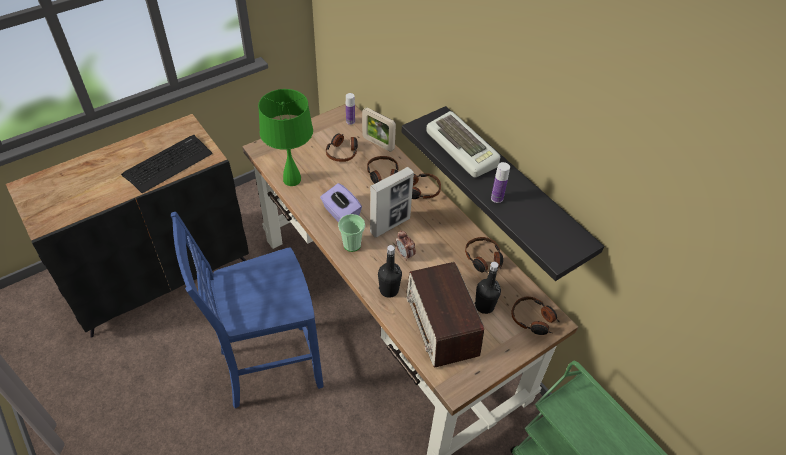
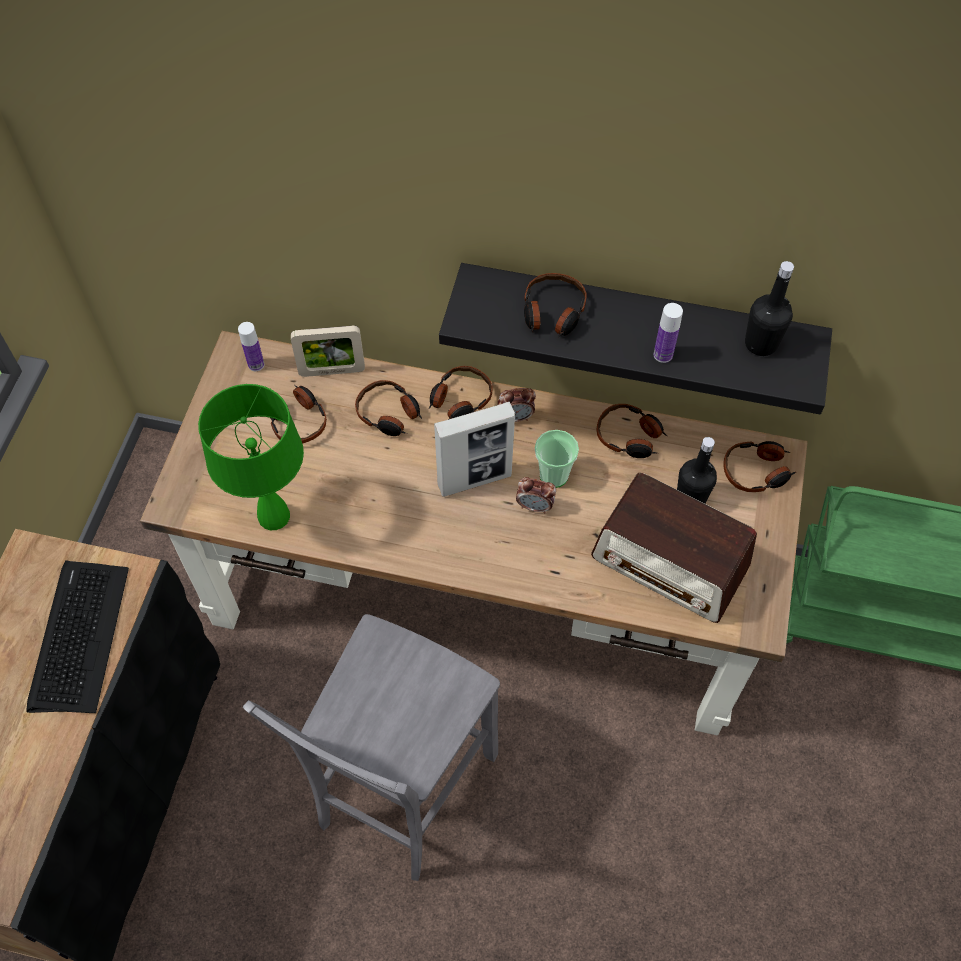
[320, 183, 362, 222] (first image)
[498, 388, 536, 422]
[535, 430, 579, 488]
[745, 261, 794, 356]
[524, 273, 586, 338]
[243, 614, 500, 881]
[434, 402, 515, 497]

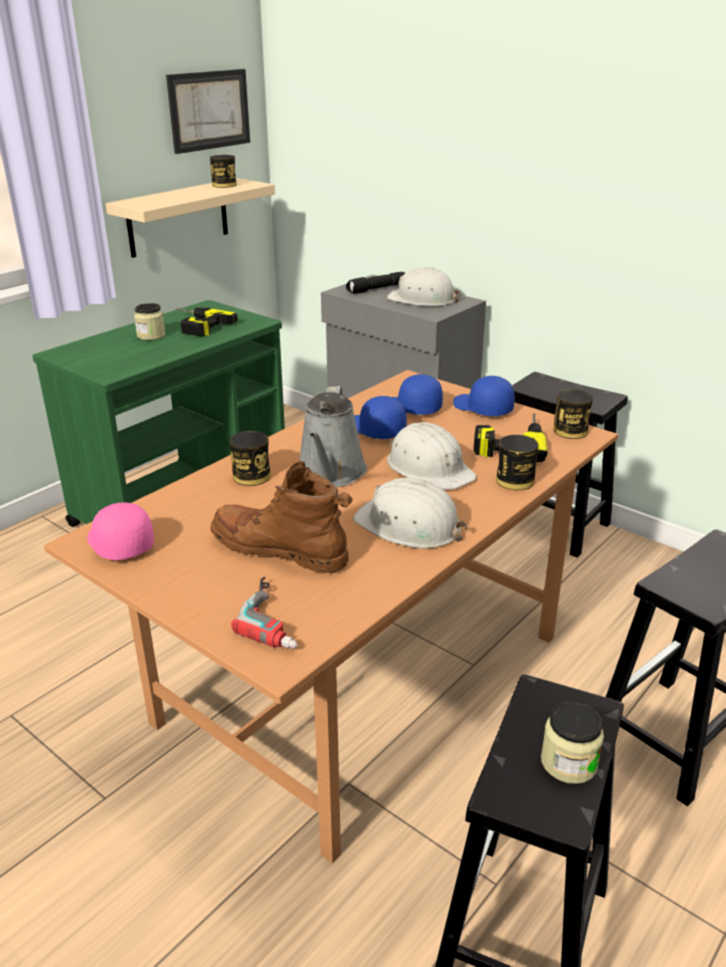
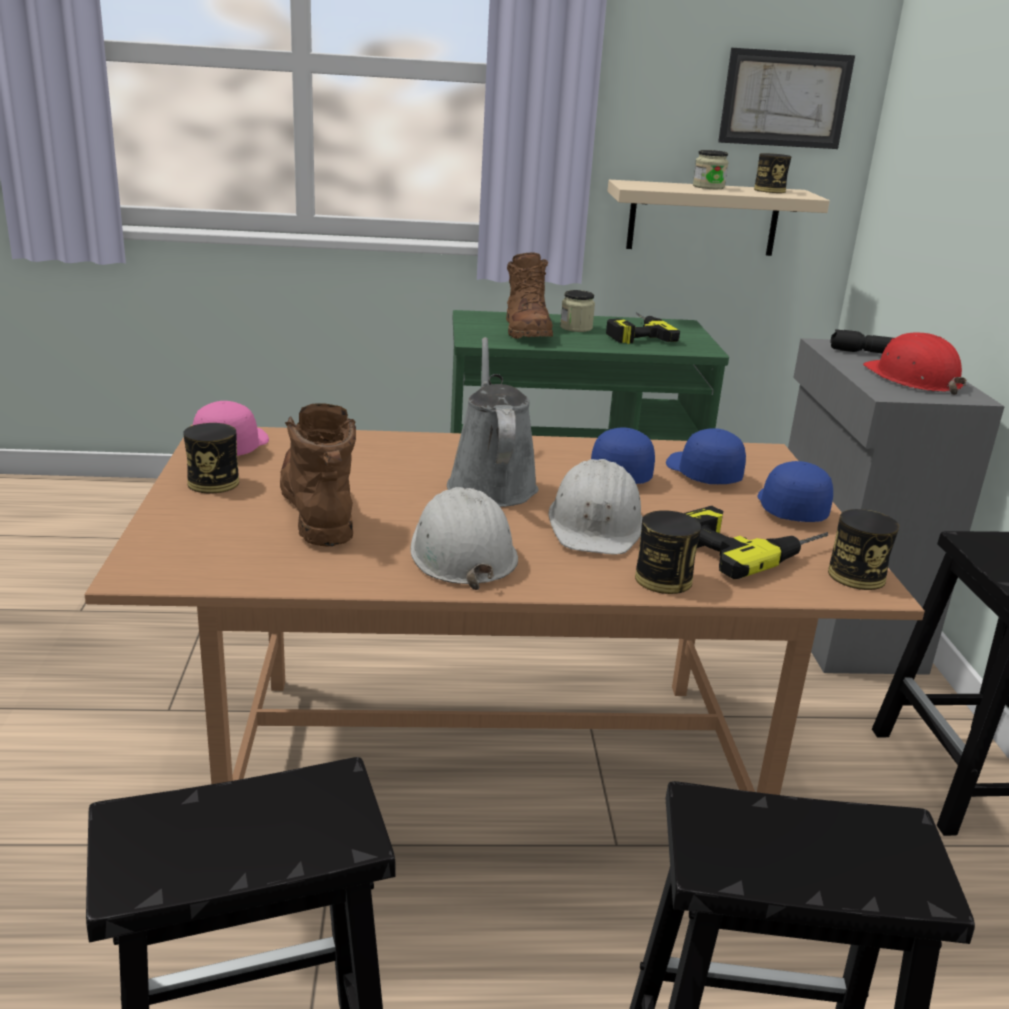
[231, 577, 298, 649] (first image)
[506, 252, 553, 339]
[183, 423, 239, 493]
[693, 150, 728, 189]
[863, 332, 967, 395]
[447, 337, 538, 507]

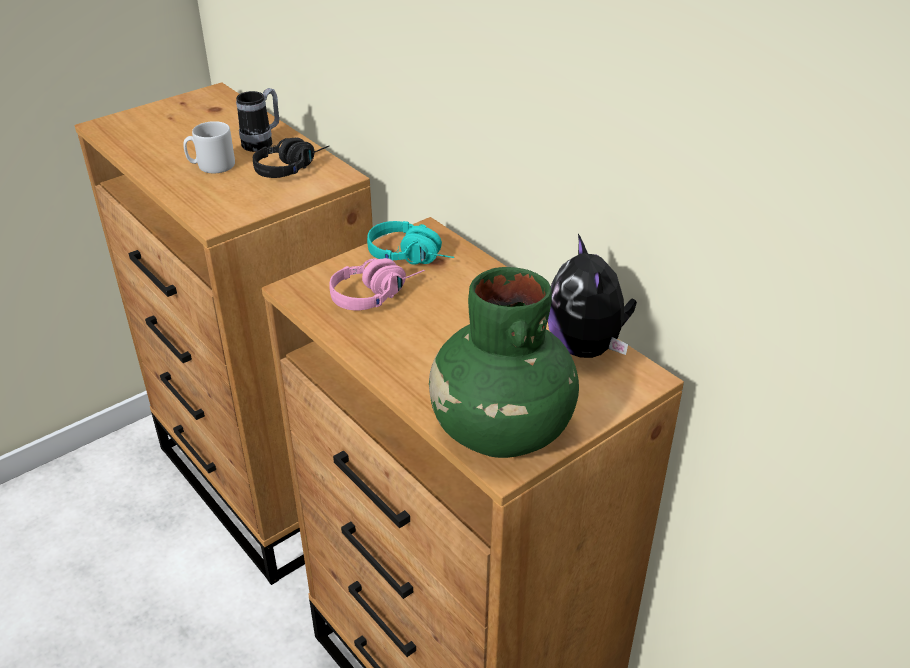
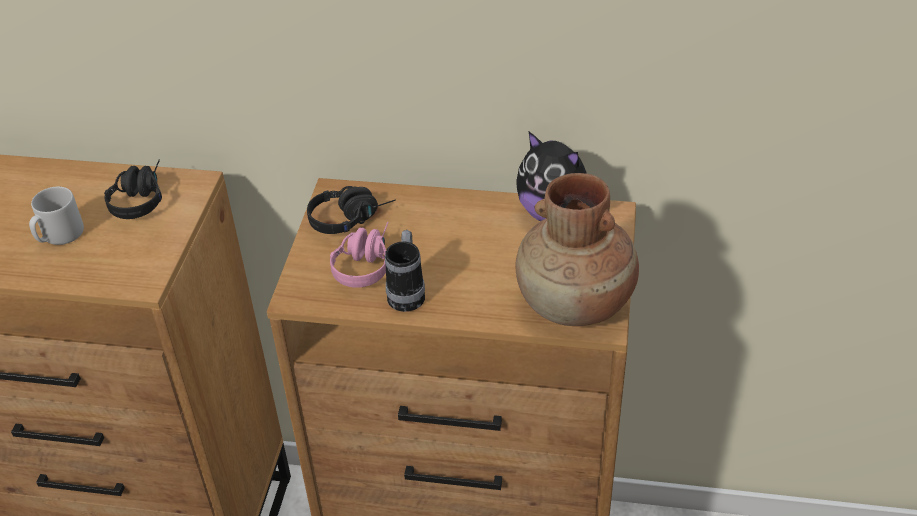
[385, 230, 425, 312]
[307, 186, 396, 234]
[515, 173, 639, 326]

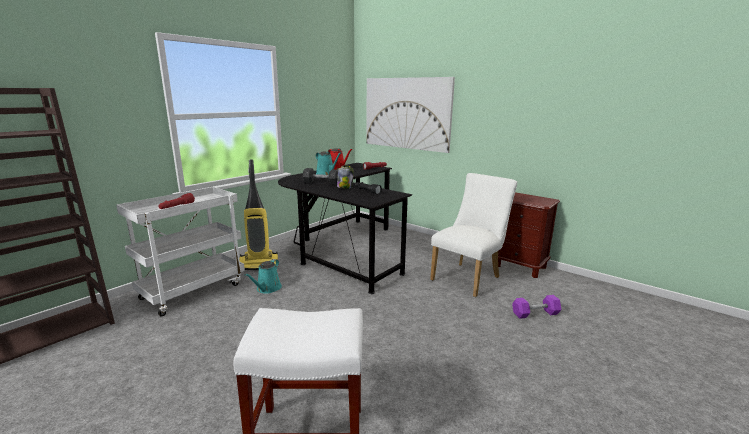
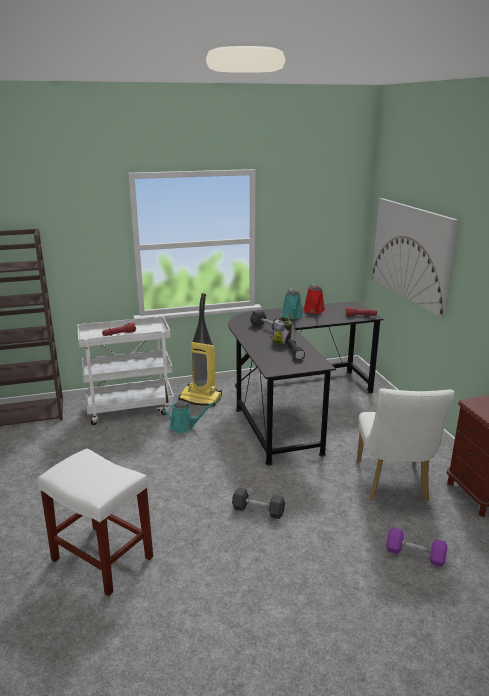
[232, 487, 285, 519]
[163, 401, 215, 433]
[357, 388, 455, 501]

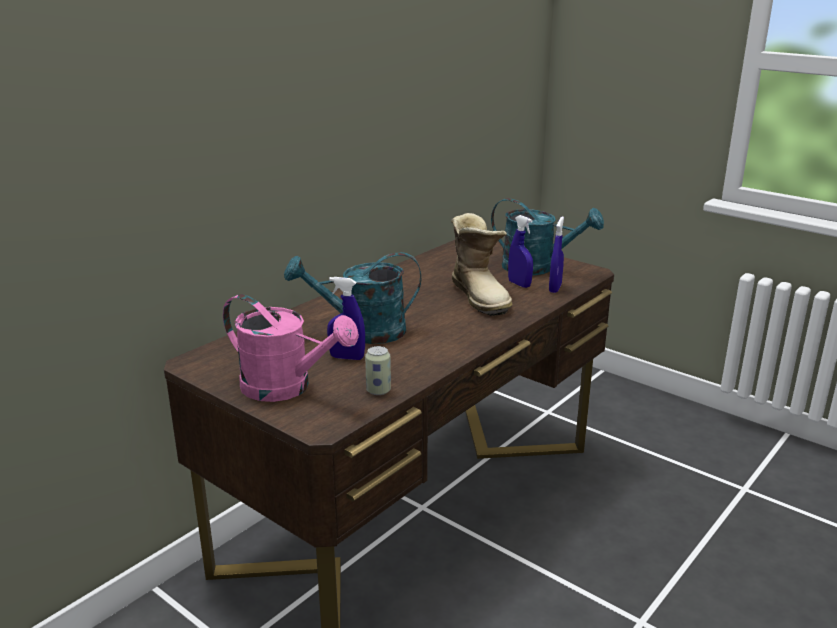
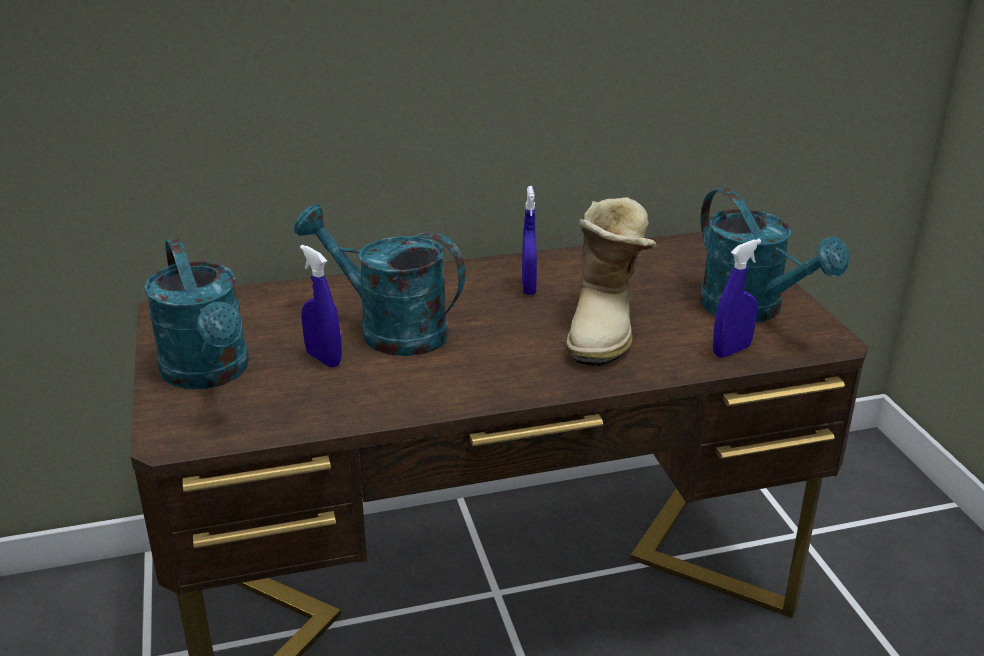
[365, 346, 391, 395] (first image)
[522, 186, 537, 295]
[144, 238, 249, 389]

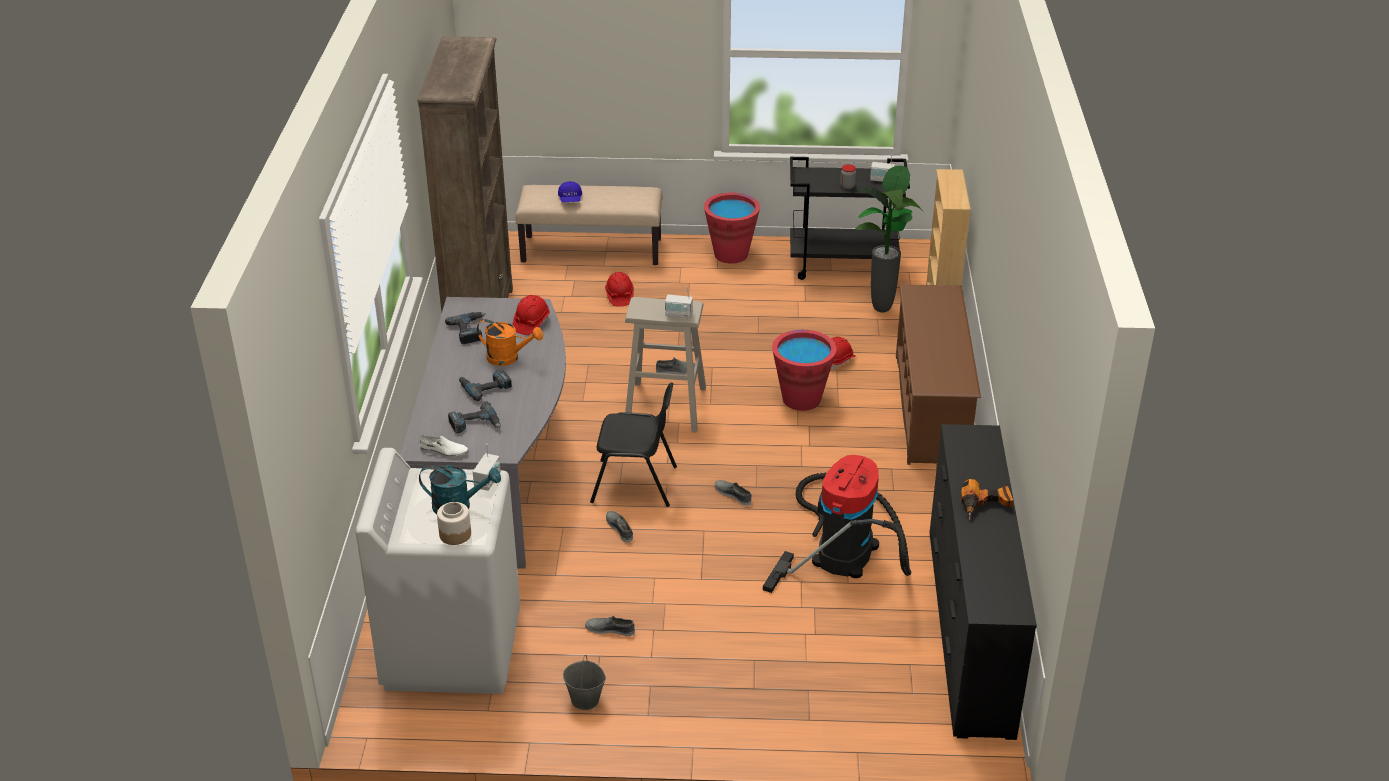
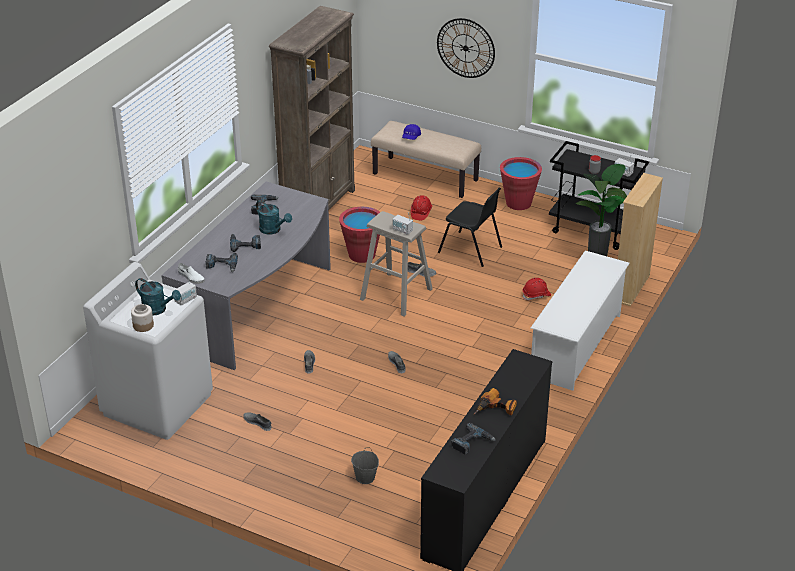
[512, 295, 550, 335] (first image)
[763, 455, 911, 593] (first image)
[437, 18, 495, 78]
[451, 423, 496, 455]
[351, 447, 379, 484]
[438, 188, 502, 267]
[339, 207, 380, 263]
[256, 200, 292, 235]
[531, 250, 630, 391]

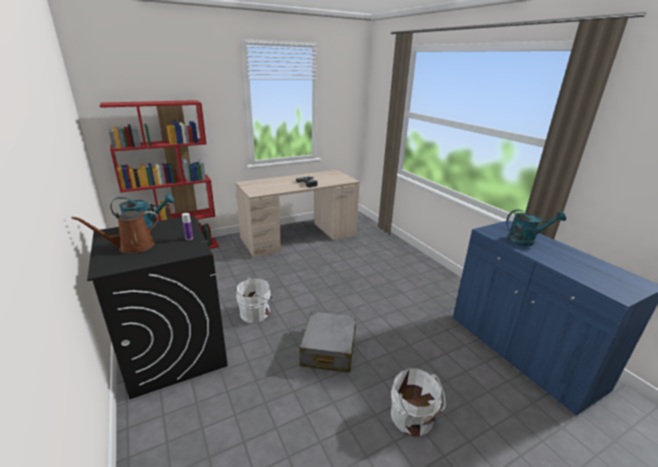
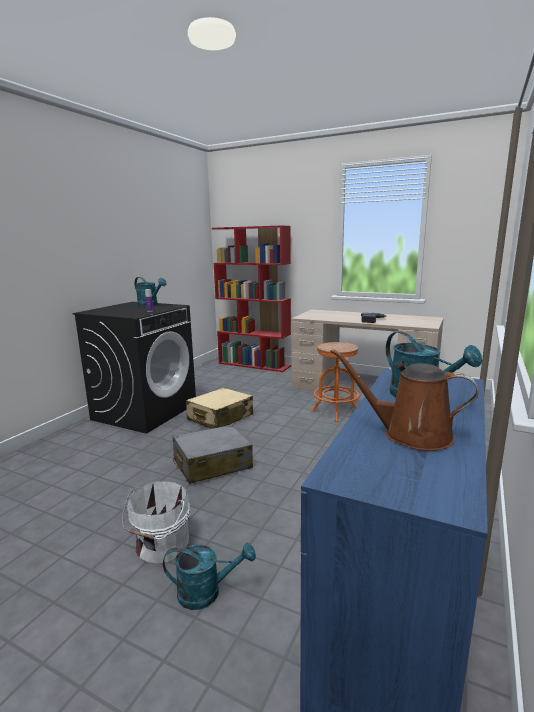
[163, 543, 256, 610]
[311, 342, 359, 422]
[330, 349, 479, 451]
[186, 388, 253, 429]

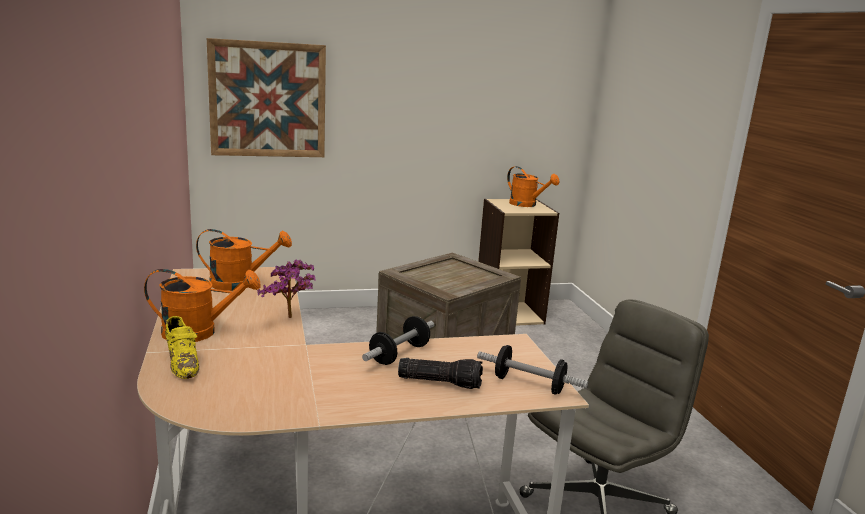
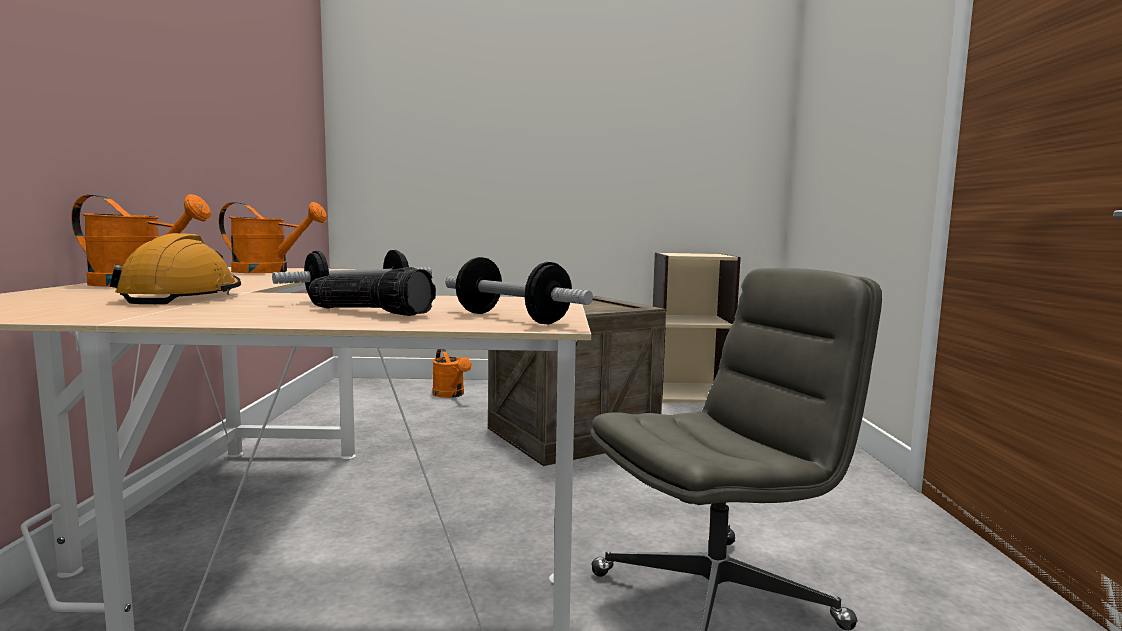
[165, 316, 199, 379] (first image)
[207, 38, 326, 157] (first image)
[257, 260, 316, 318] (first image)
[110, 233, 241, 304]
[432, 349, 472, 398]

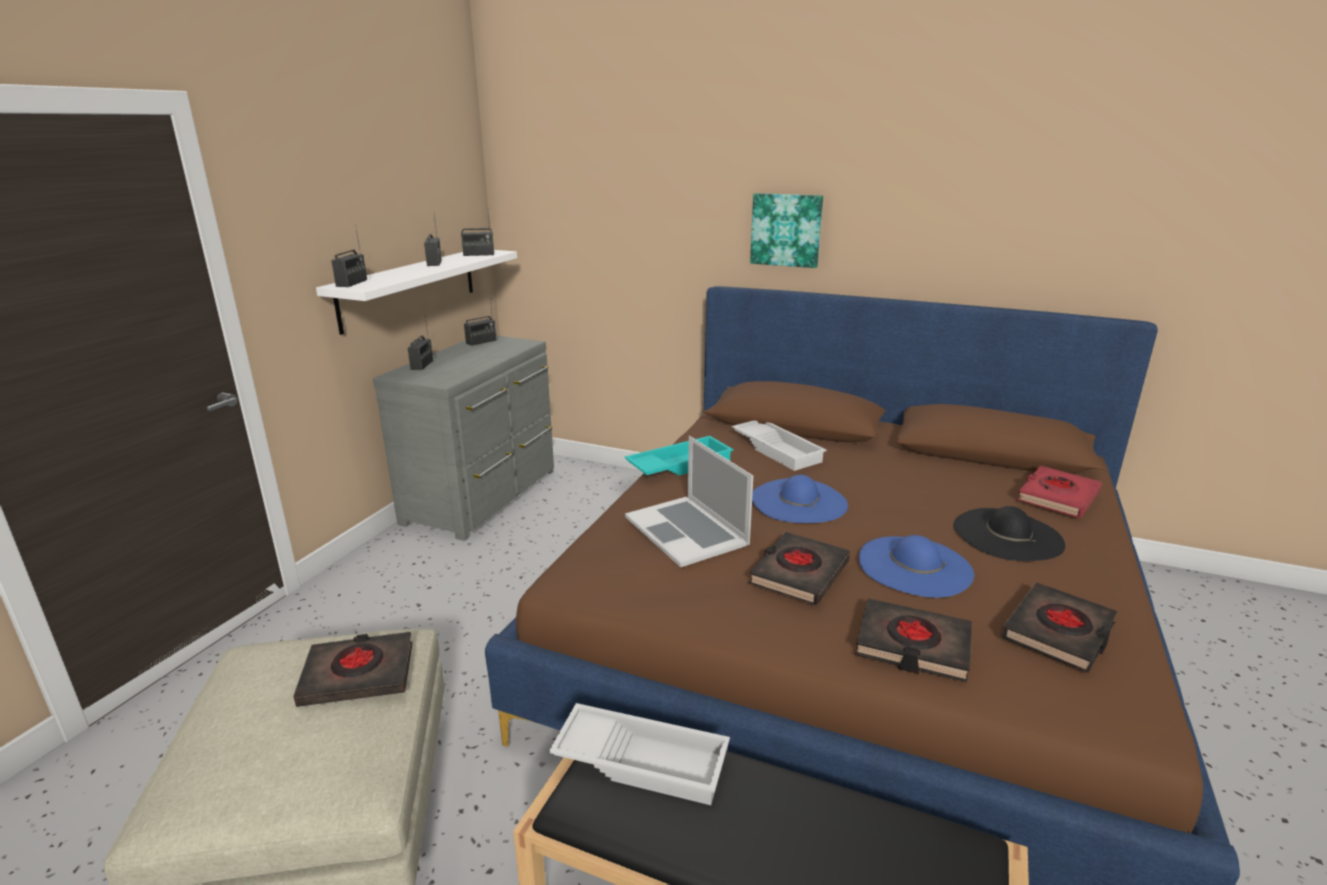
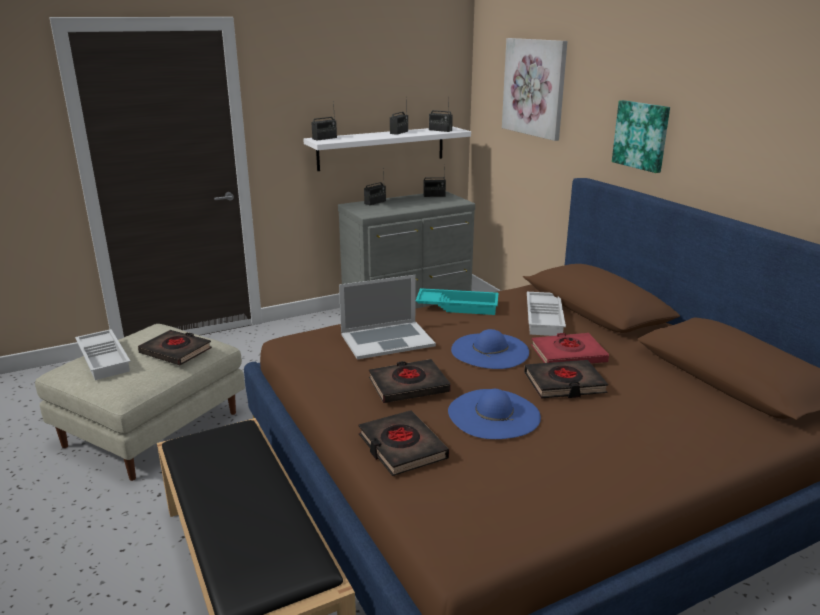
[953, 506, 1065, 561] (first image)
[502, 38, 567, 141]
[75, 329, 131, 380]
[524, 360, 608, 398]
[531, 333, 609, 363]
[339, 275, 436, 360]

